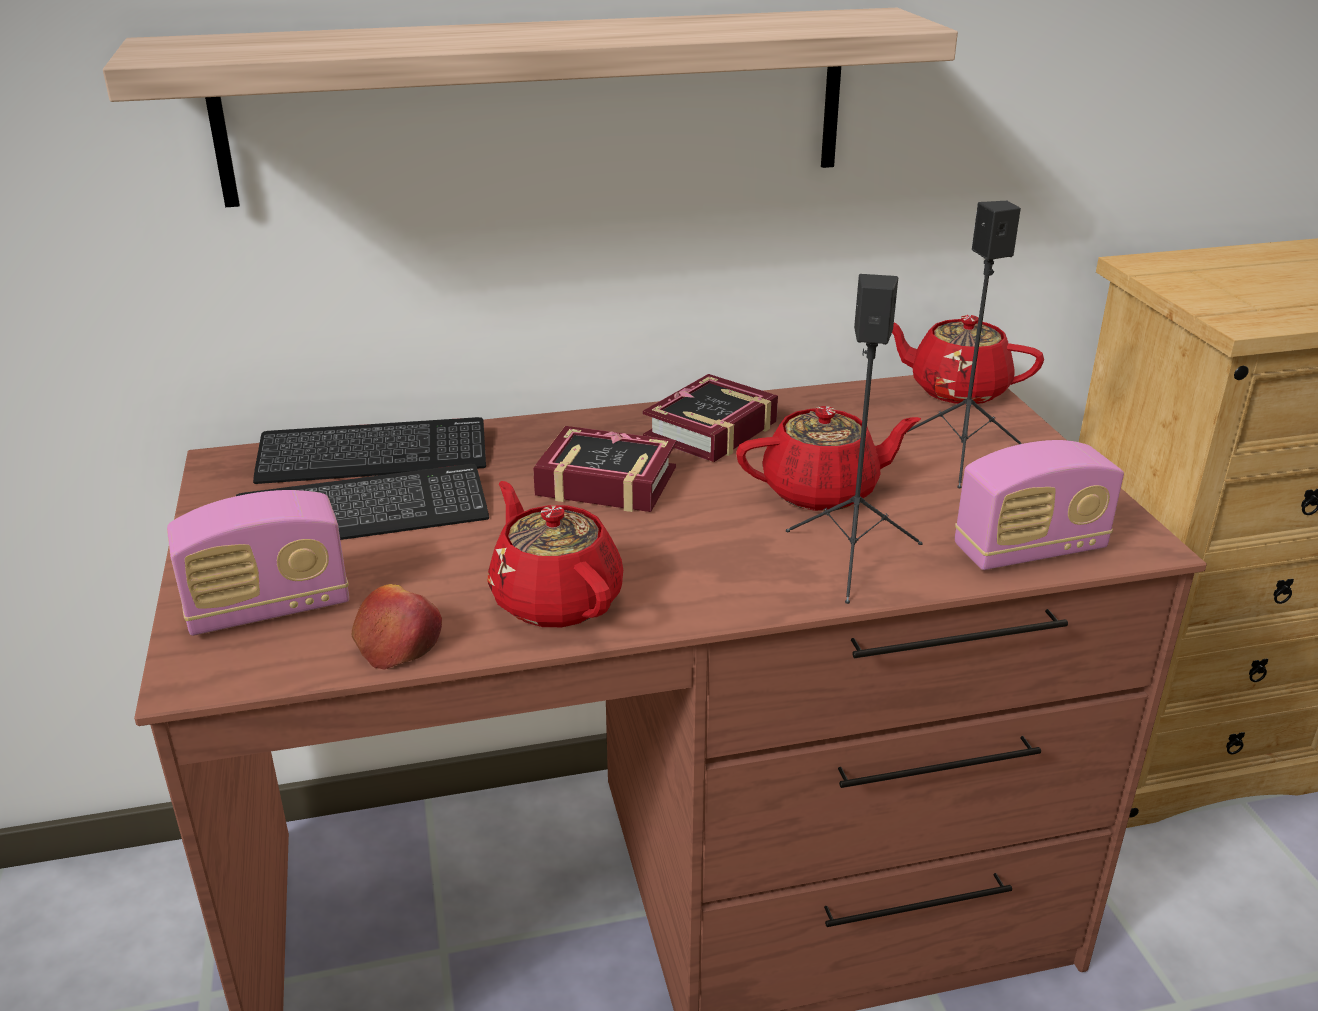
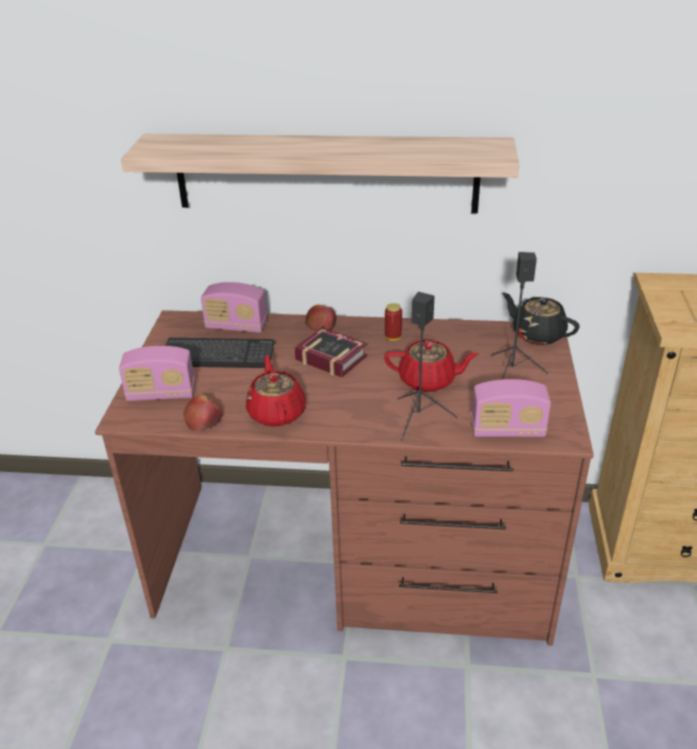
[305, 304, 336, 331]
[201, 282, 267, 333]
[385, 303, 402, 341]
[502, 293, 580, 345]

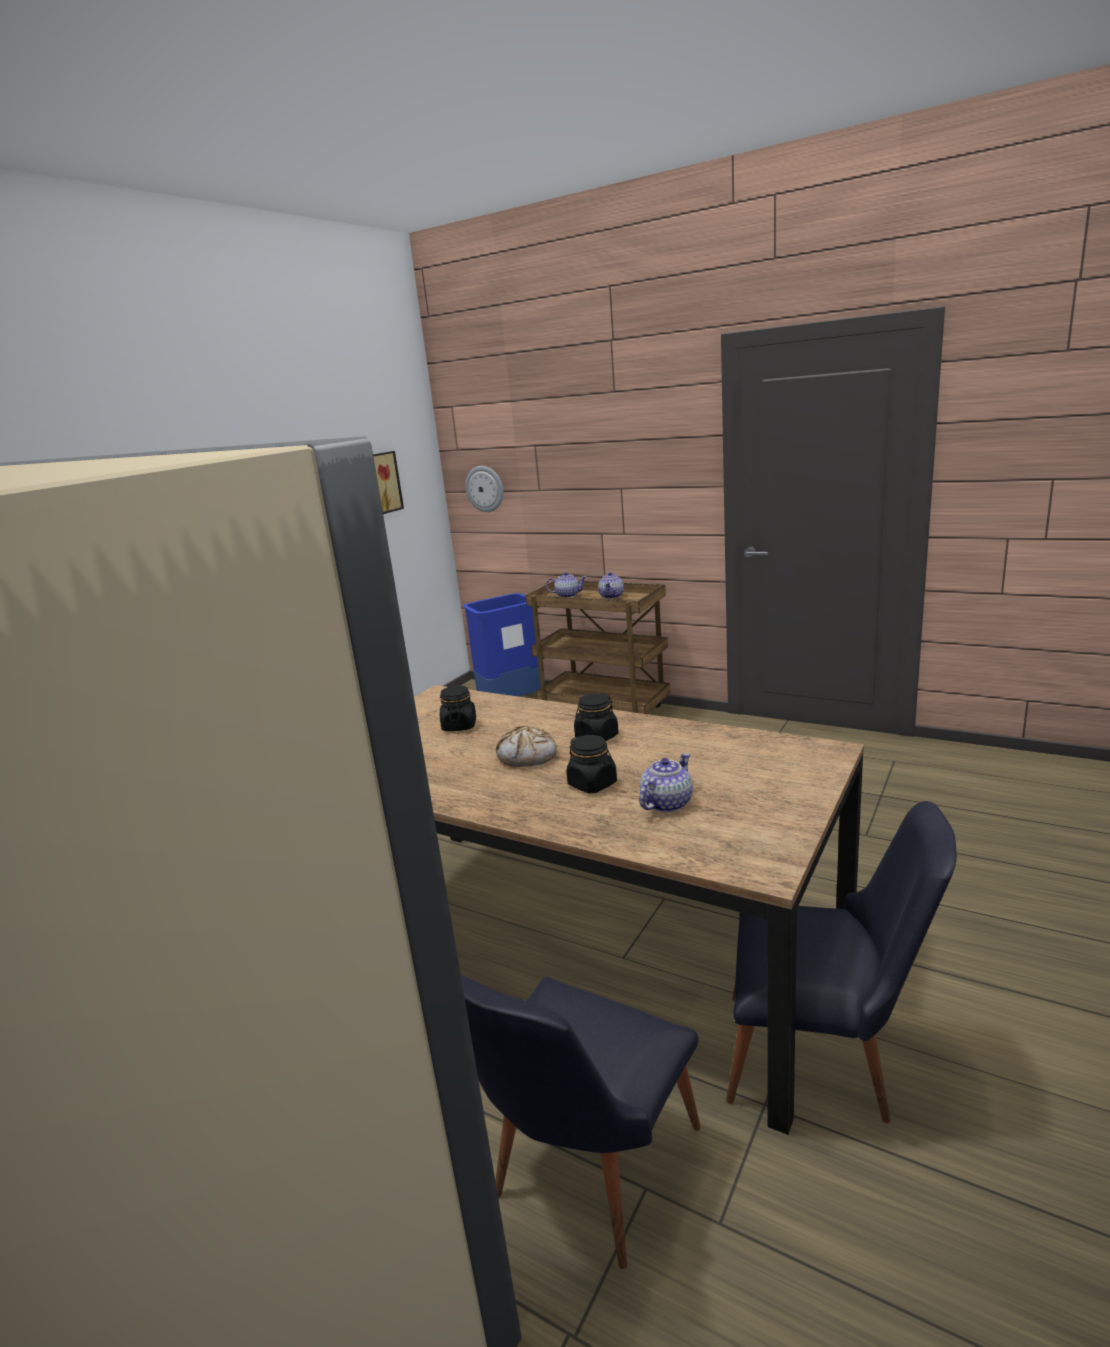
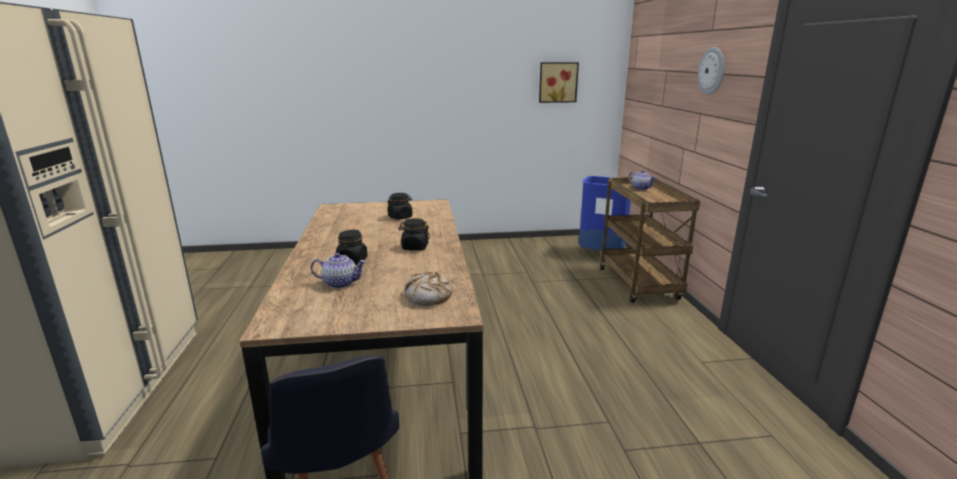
[461, 974, 701, 1269] (first image)
[598, 572, 624, 599] (first image)
[698, 47, 724, 95]
[404, 272, 453, 306]

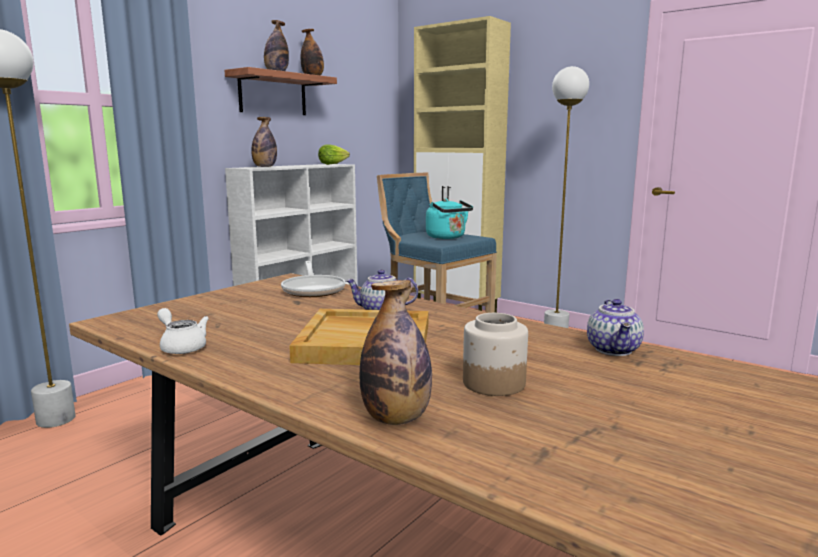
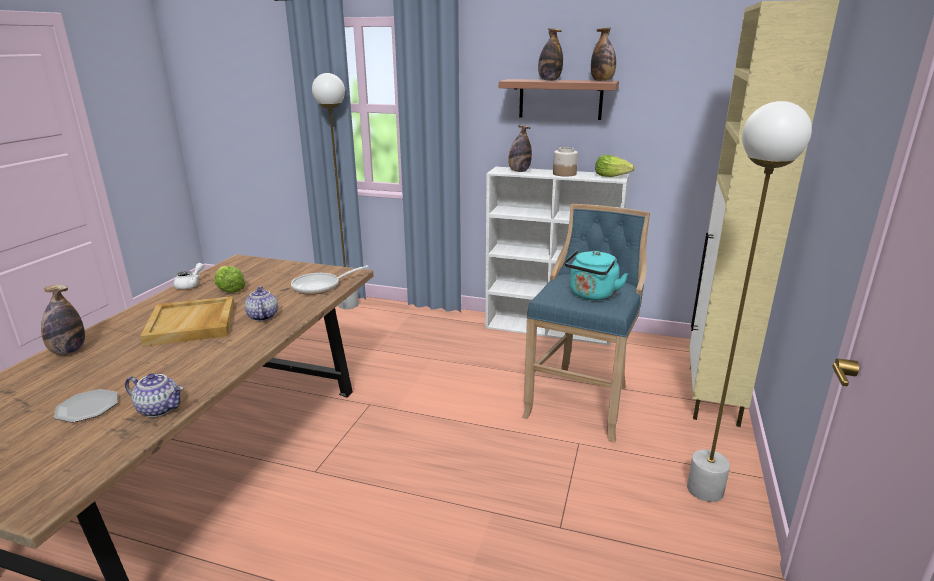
[54, 389, 118, 423]
[215, 266, 246, 293]
[553, 147, 578, 177]
[125, 373, 183, 417]

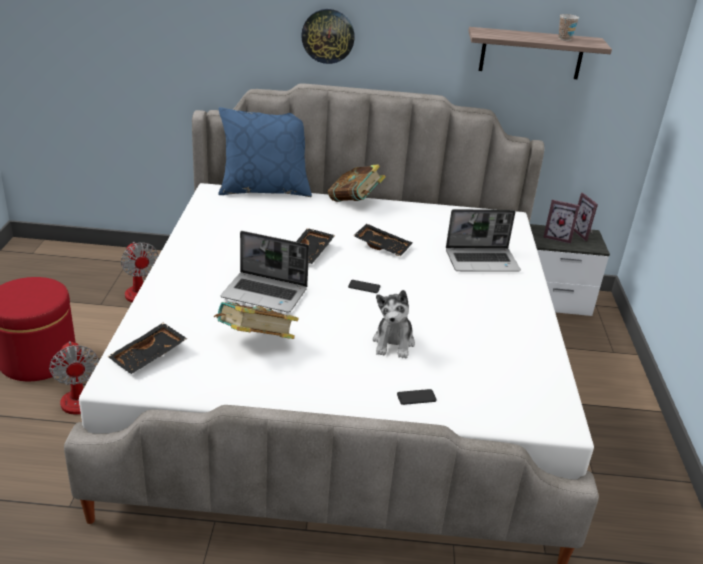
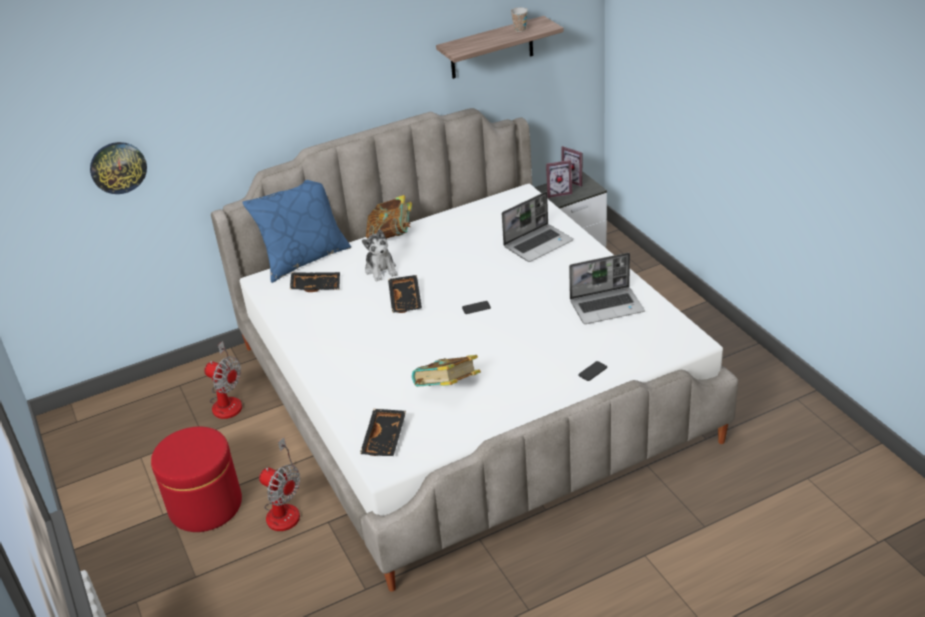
[569, 253, 645, 324]
[90, 142, 147, 194]
[290, 272, 340, 292]
[362, 229, 398, 281]

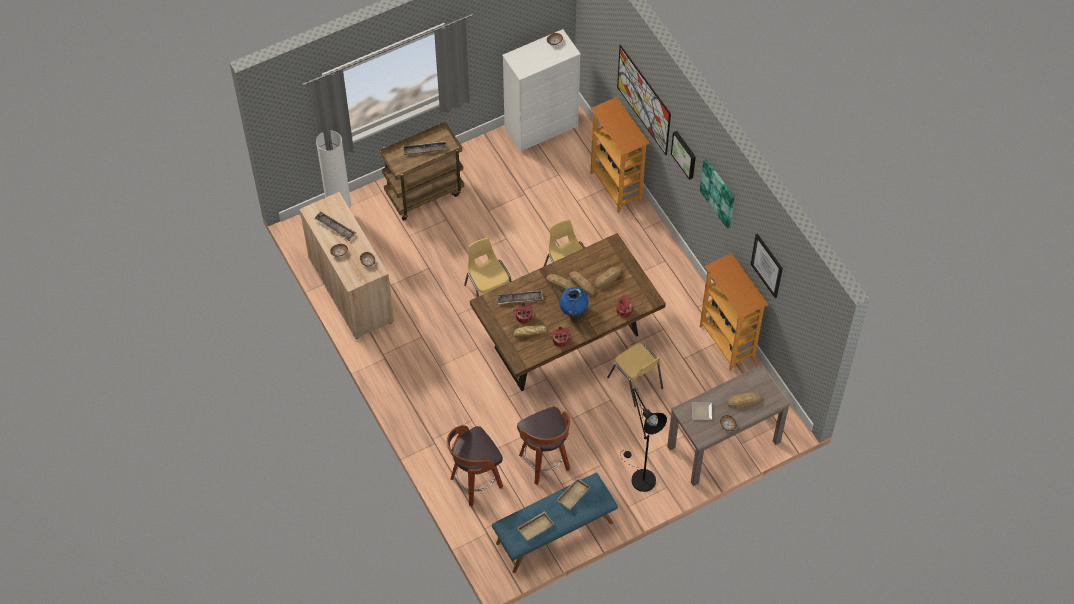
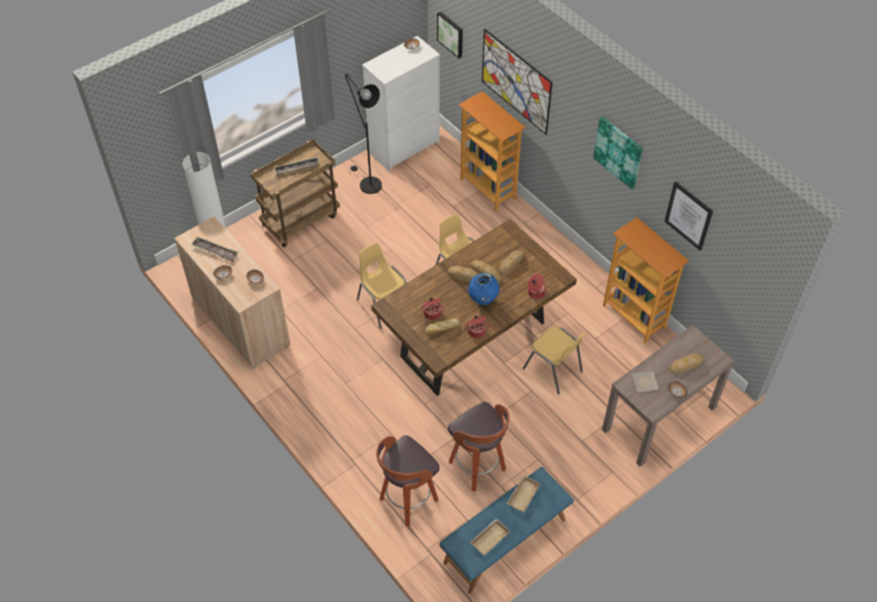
[497, 290, 543, 304] (first image)
[344, 74, 382, 194]
[437, 11, 463, 58]

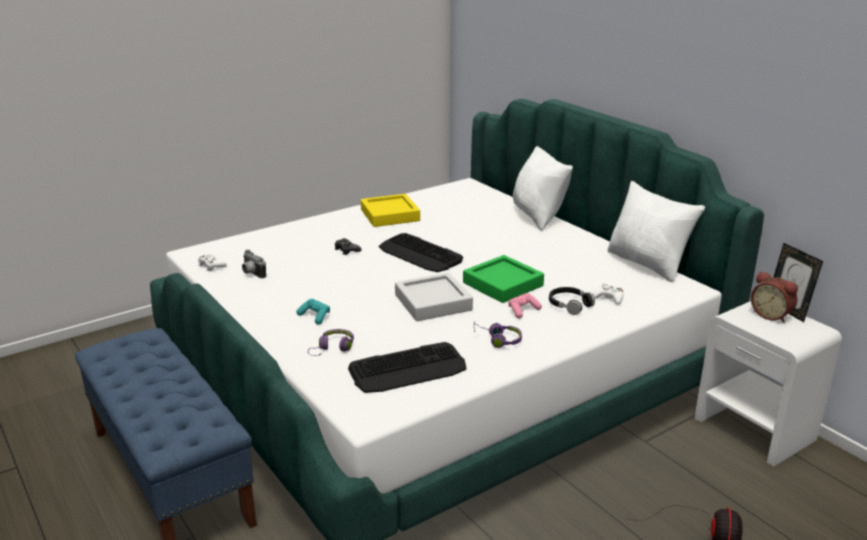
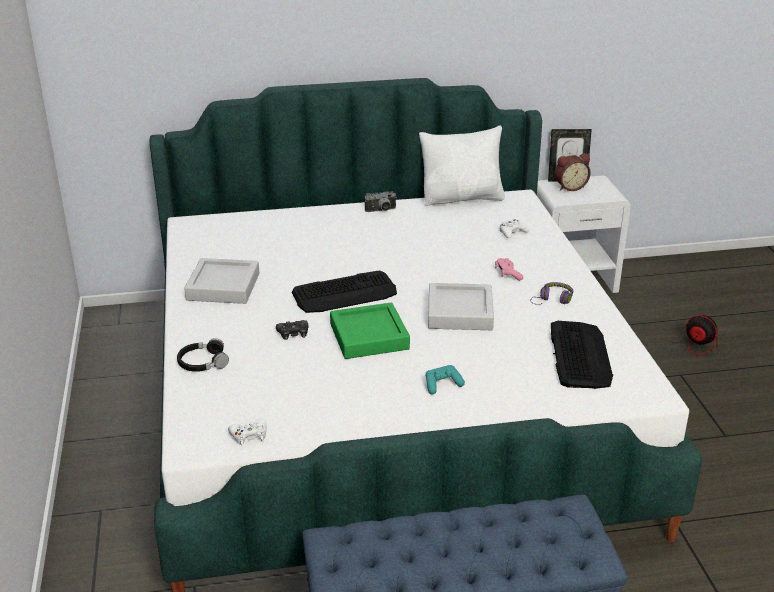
[308, 329, 354, 356] (first image)
[513, 146, 573, 231] (first image)
[365, 191, 397, 212]
[330, 303, 410, 359]
[177, 338, 229, 372]
[184, 258, 259, 304]

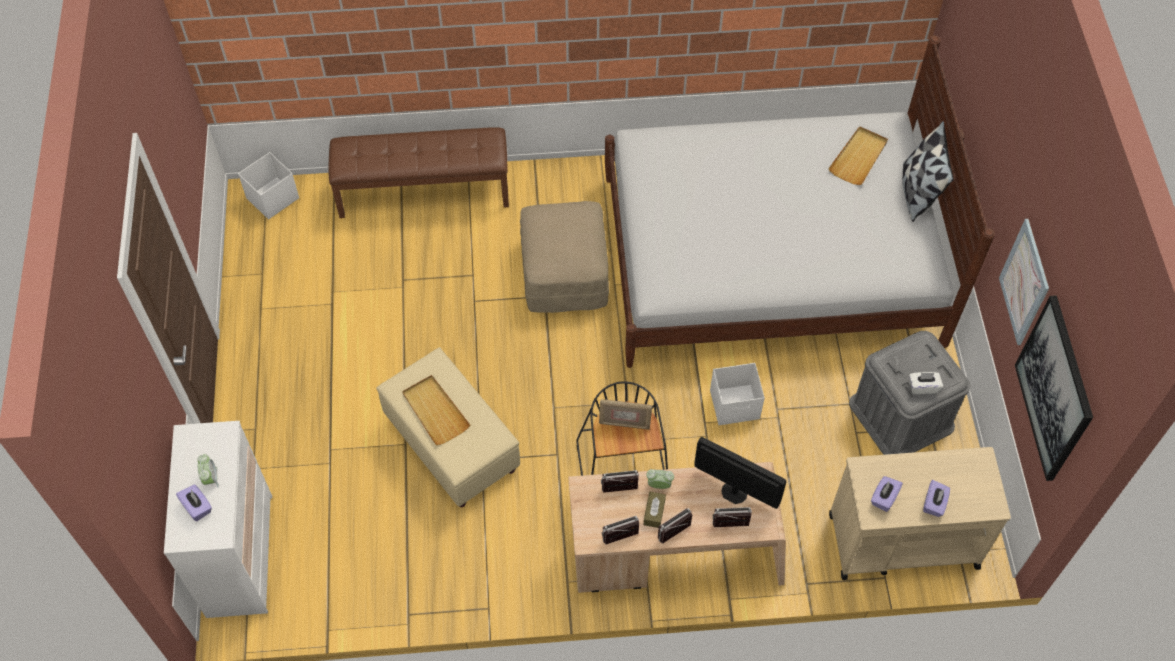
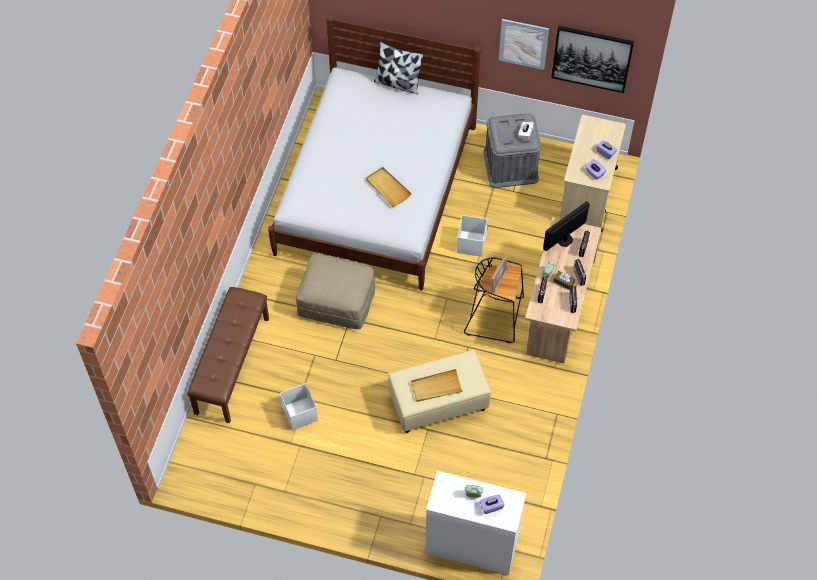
[280, 383, 318, 430]
[366, 167, 412, 207]

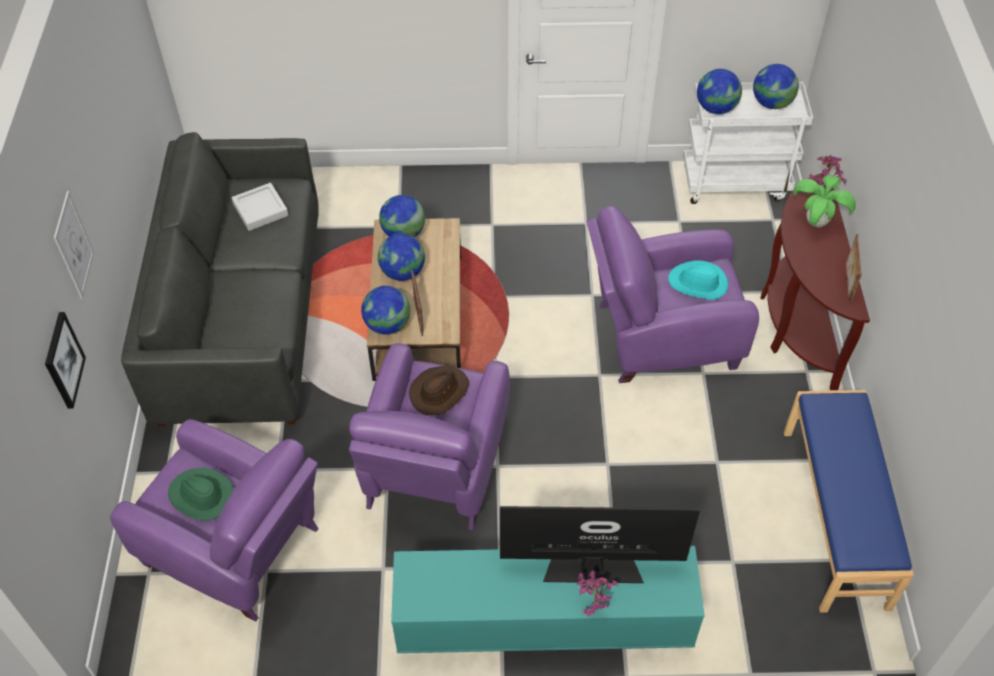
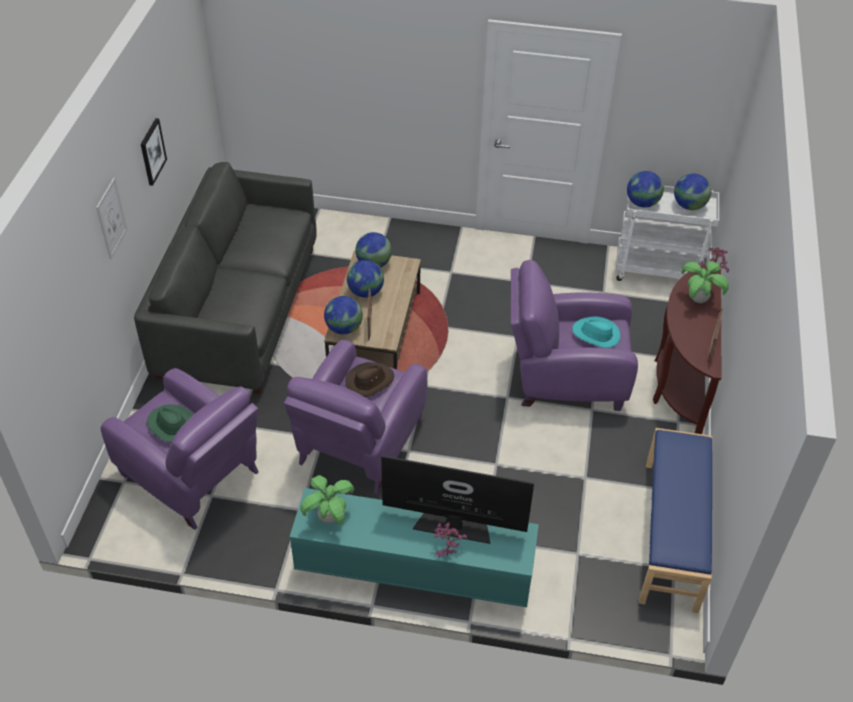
[232, 183, 288, 231] (first image)
[300, 475, 354, 525]
[141, 118, 167, 186]

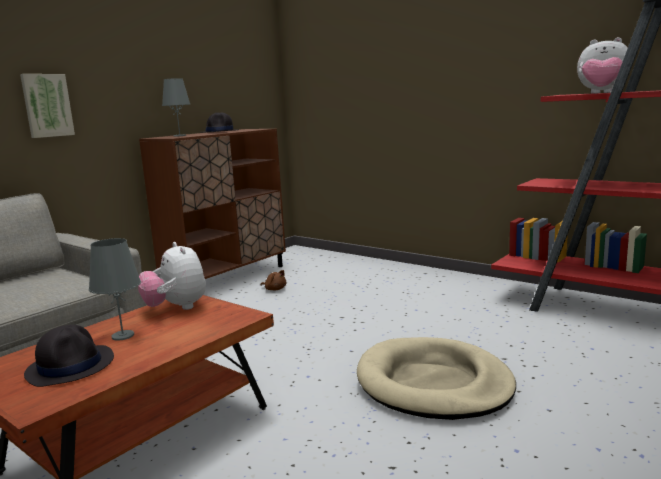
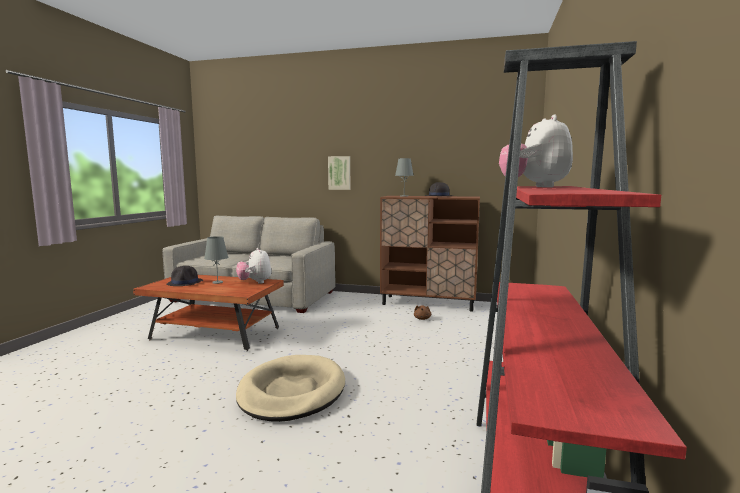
[236, 248, 272, 284]

